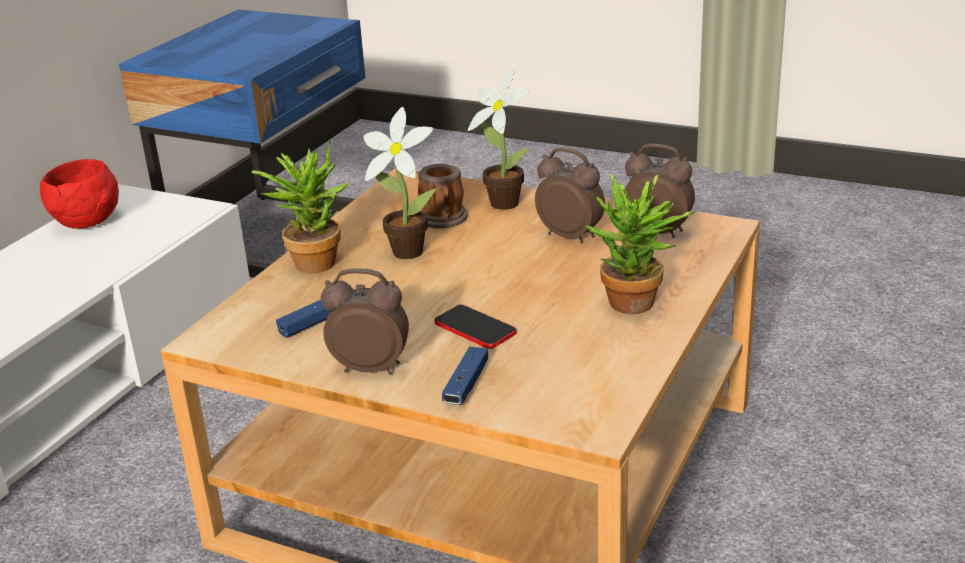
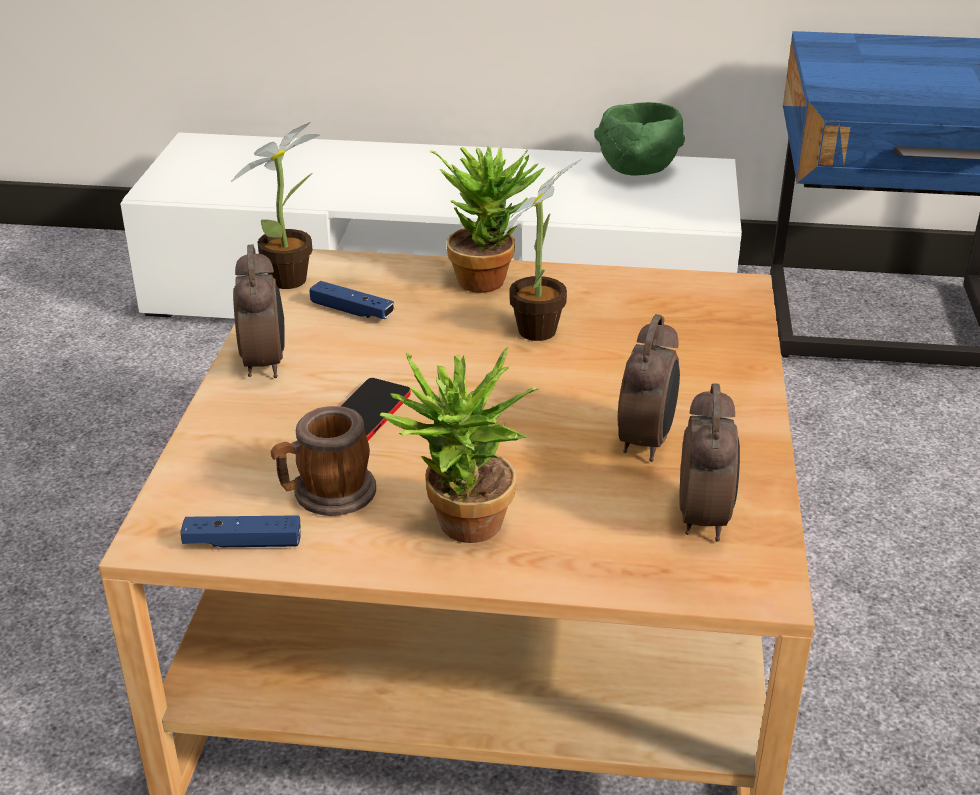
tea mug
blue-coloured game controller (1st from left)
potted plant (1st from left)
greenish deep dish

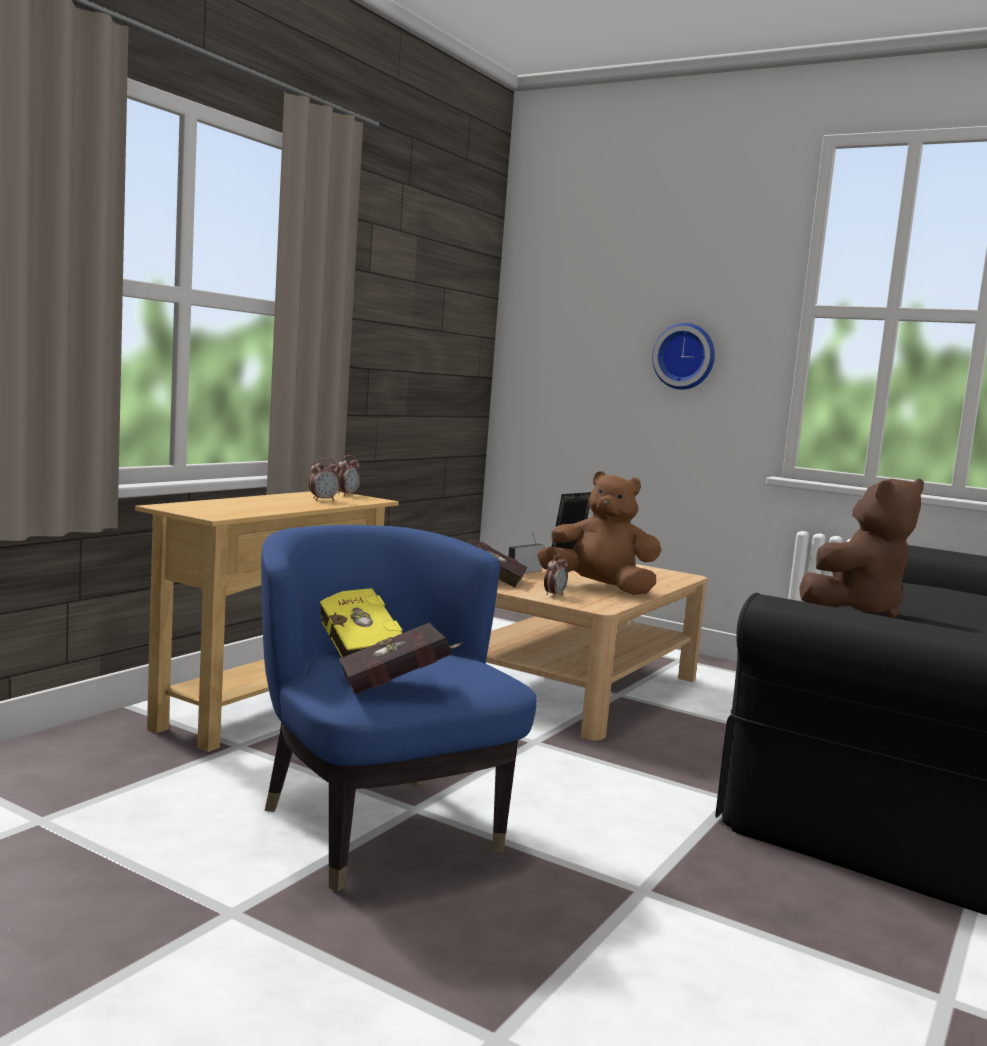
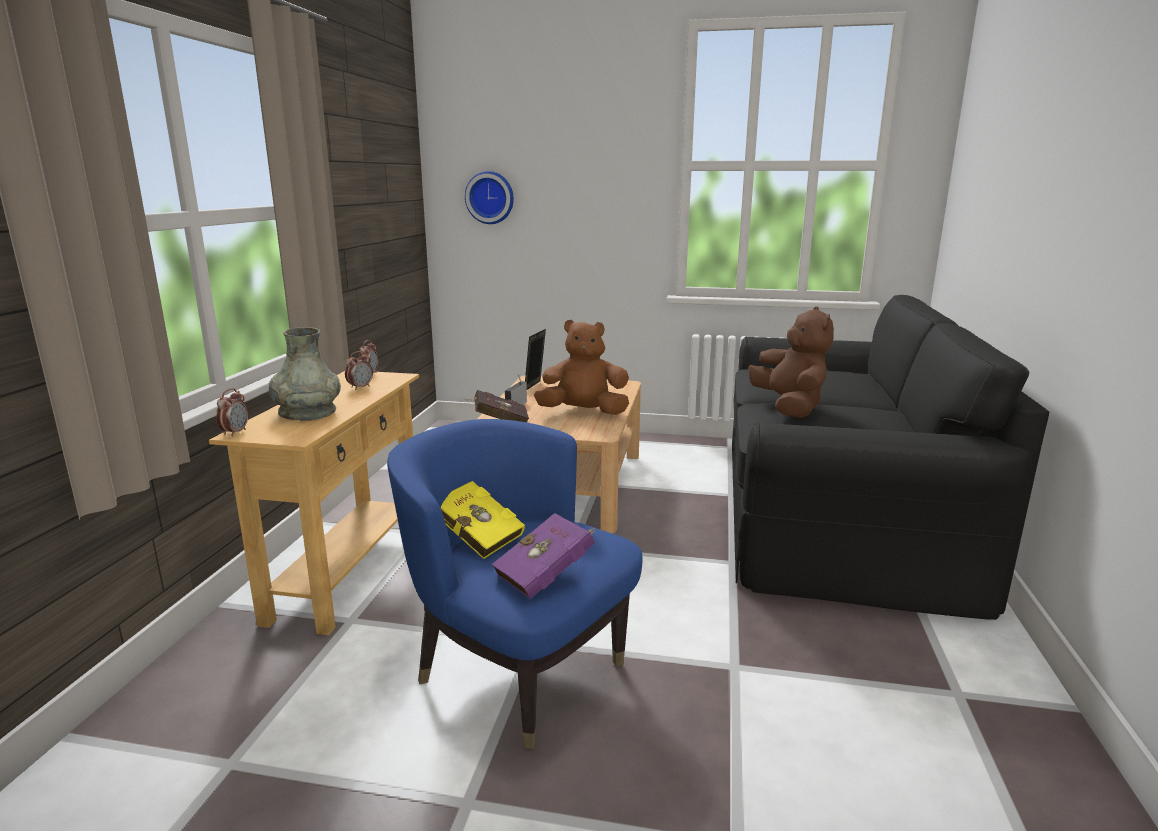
gray decorative vase
alarm clock (1st from left)
hanging clock
purple-coloured book
brown-coloured soft toy (2nd from left)

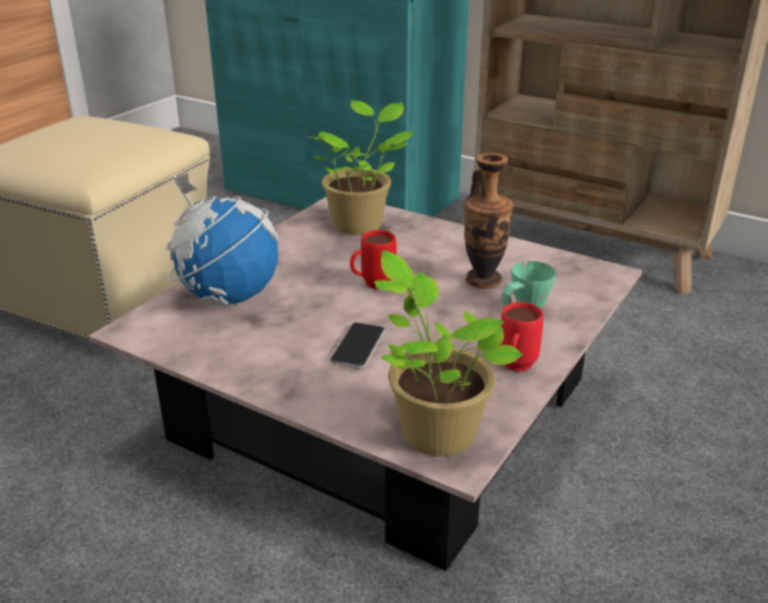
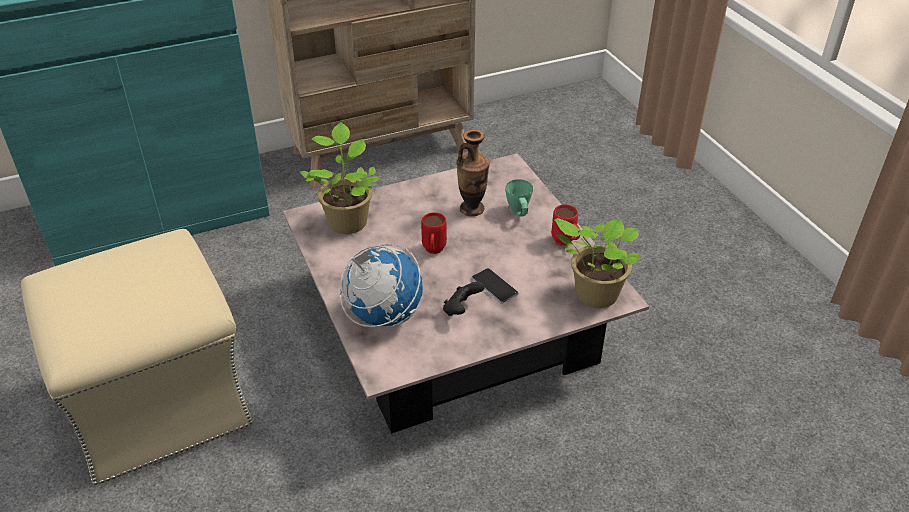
black-coloured game controller

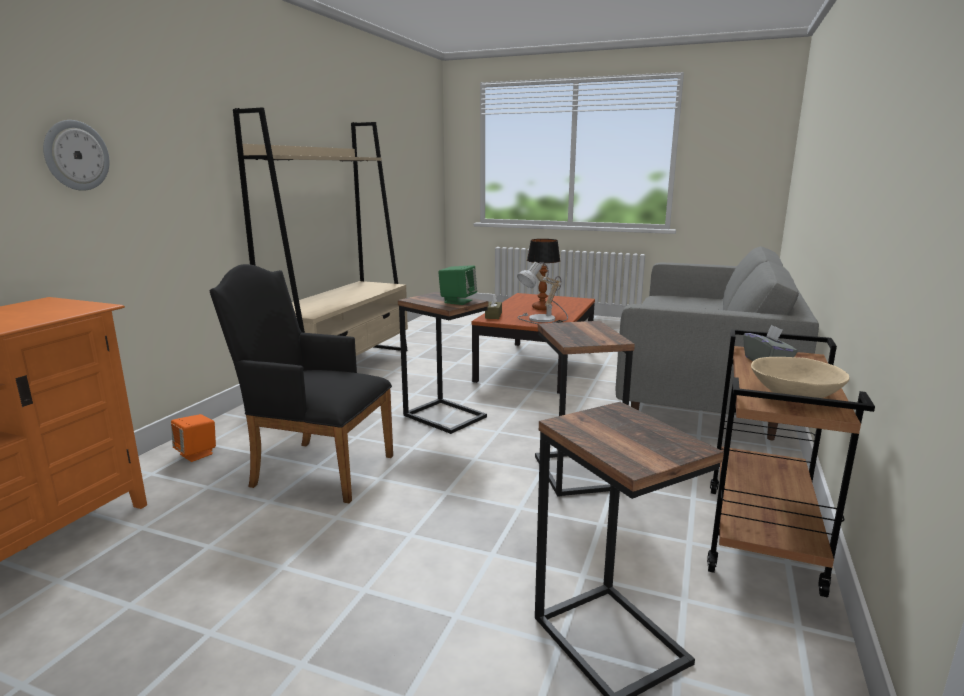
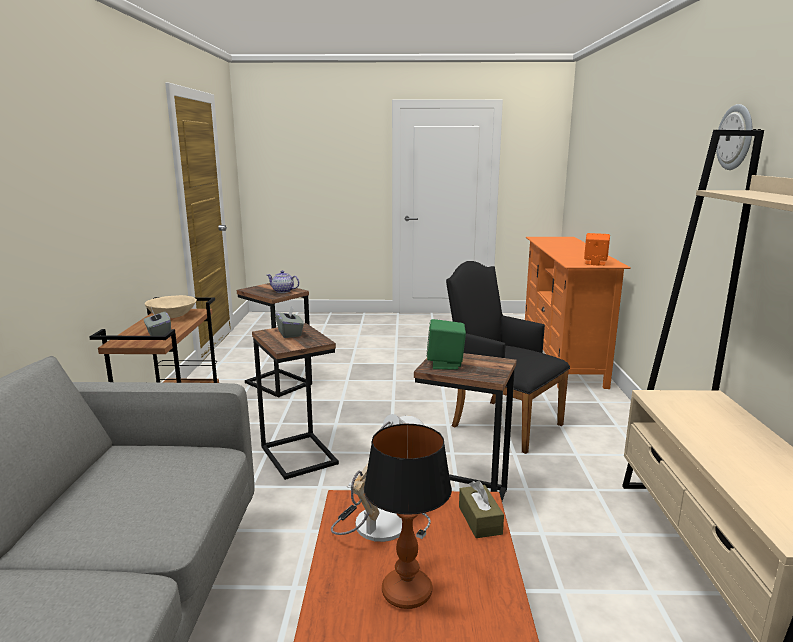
tea pot
gray tissue holder (2nd from left)
hanging clock
orange audio speaker
black-coloured easy chair

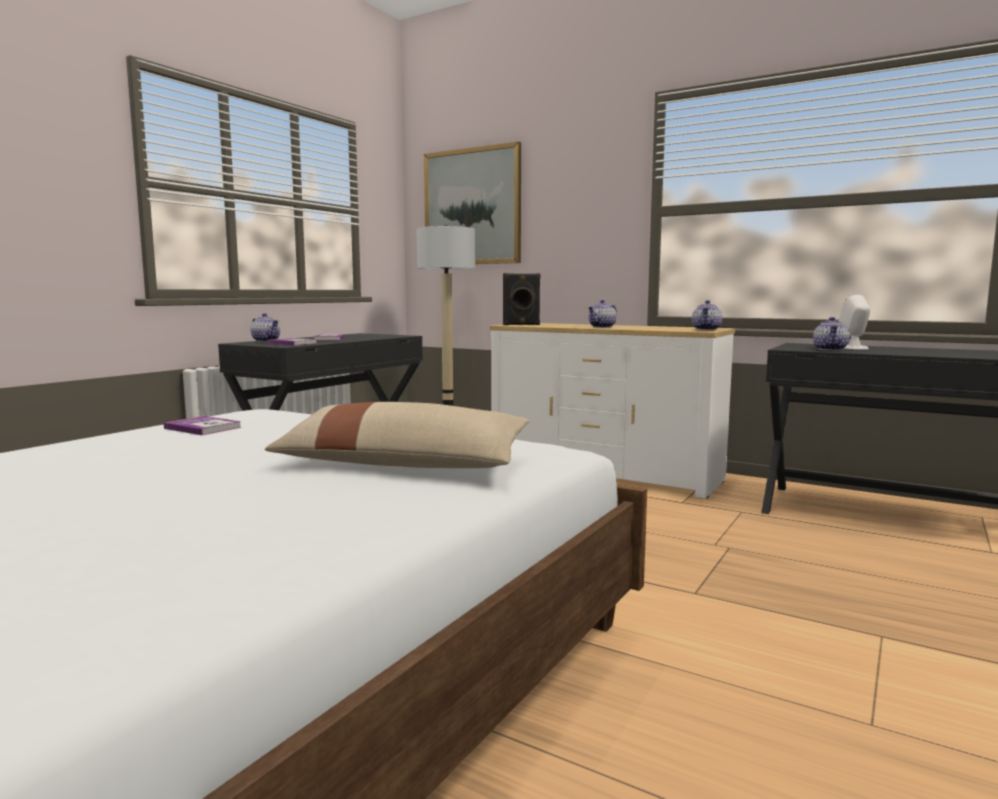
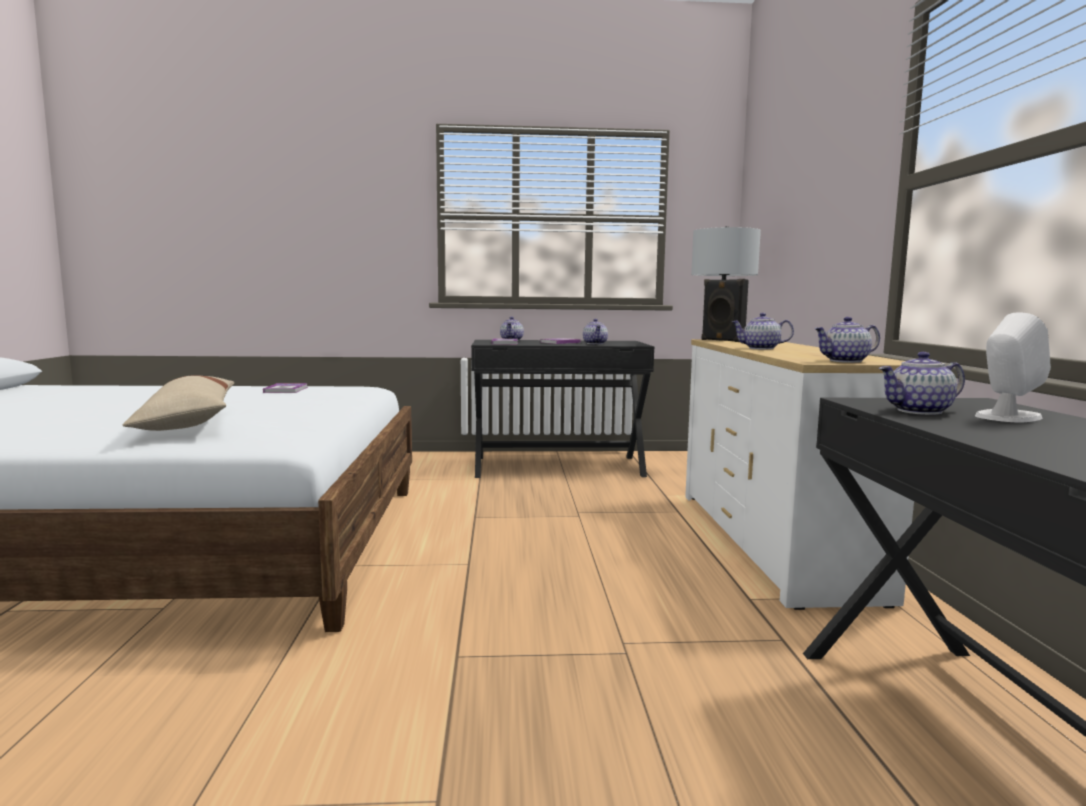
picture
tea pot (2nd from left)

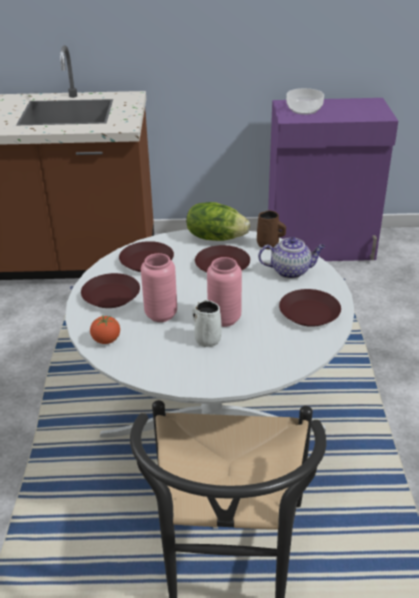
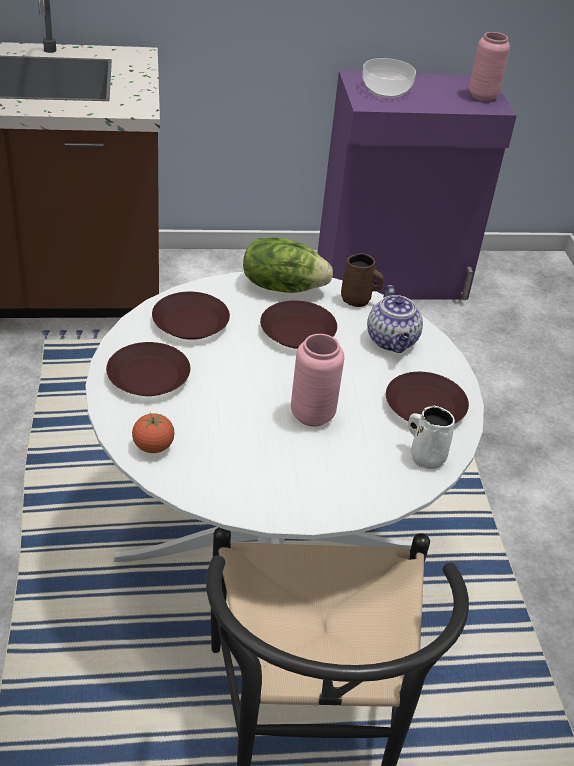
pink-coloured decorative vase (2nd from left)
white tea mug
tea pot

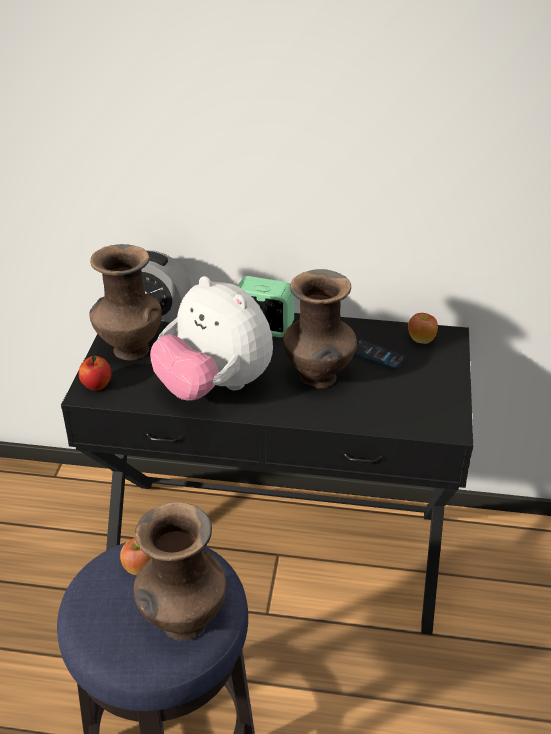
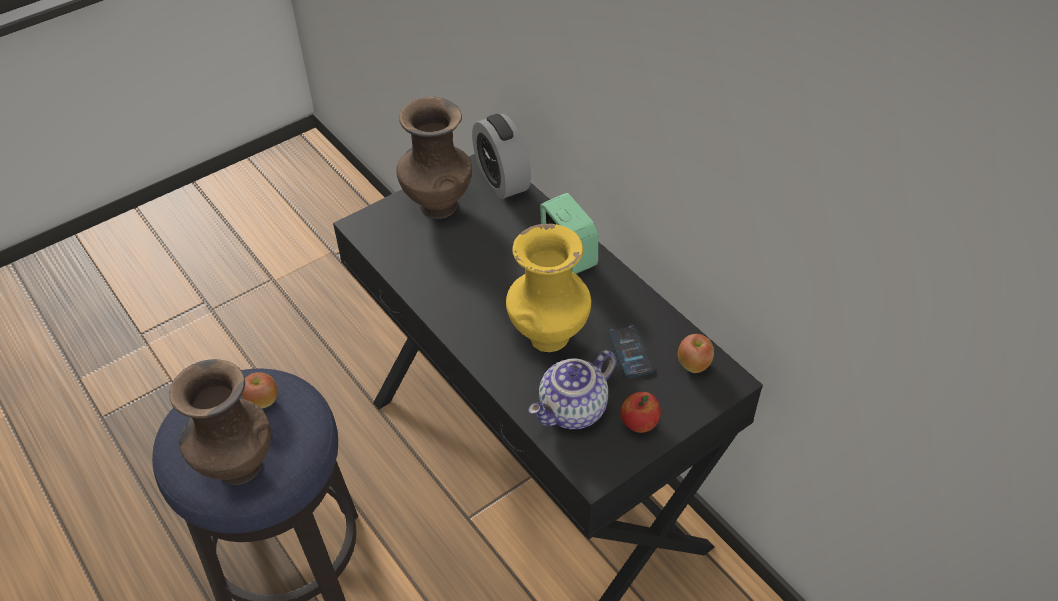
soft toy
tea pot
apple (2nd from left)
yellow decorative vase

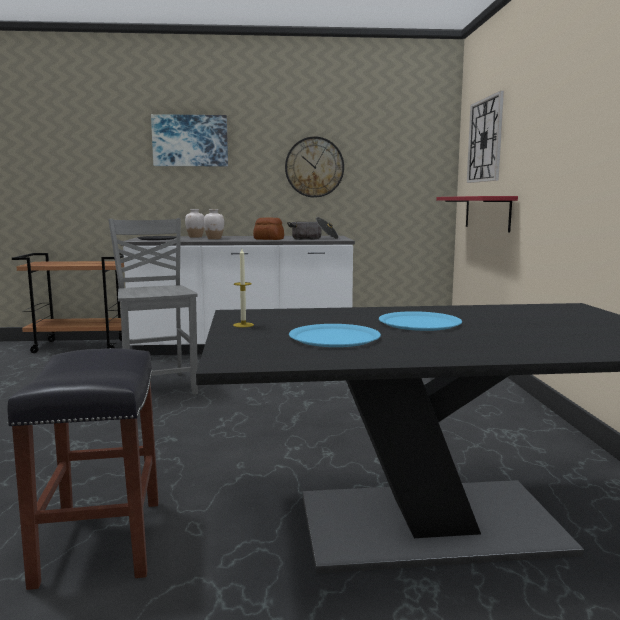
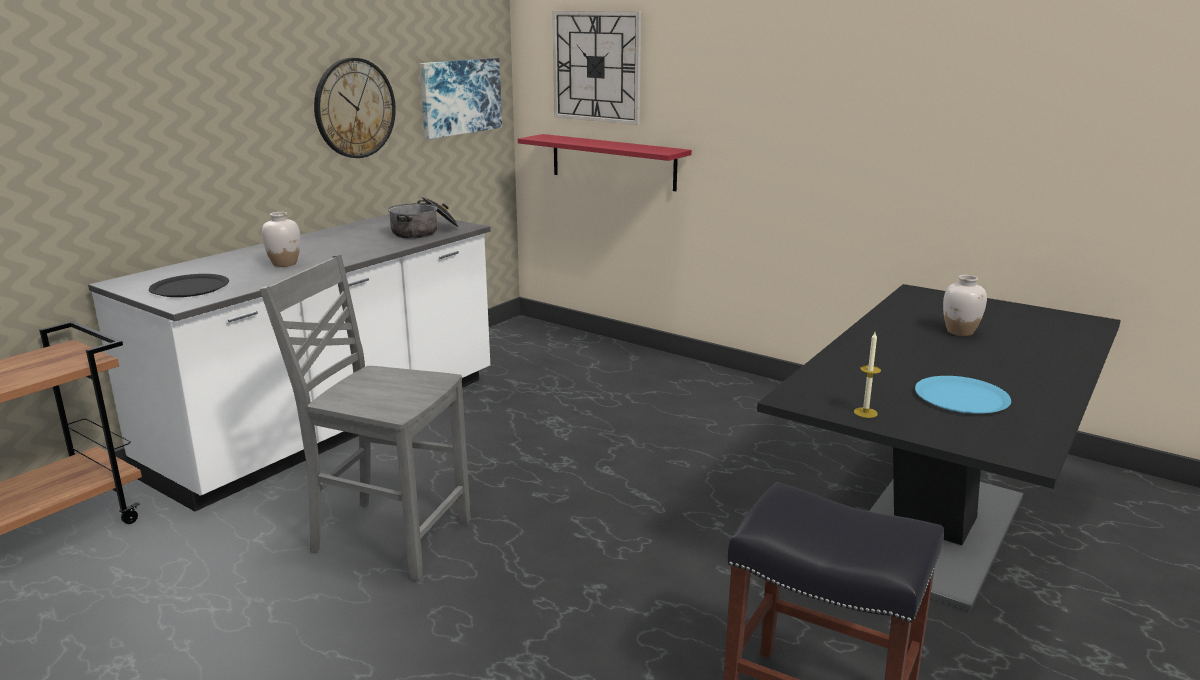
bakery bread
blue-coloured flat dish (2nd from left in the first image)
picture
white decorative vase (2nd from left)

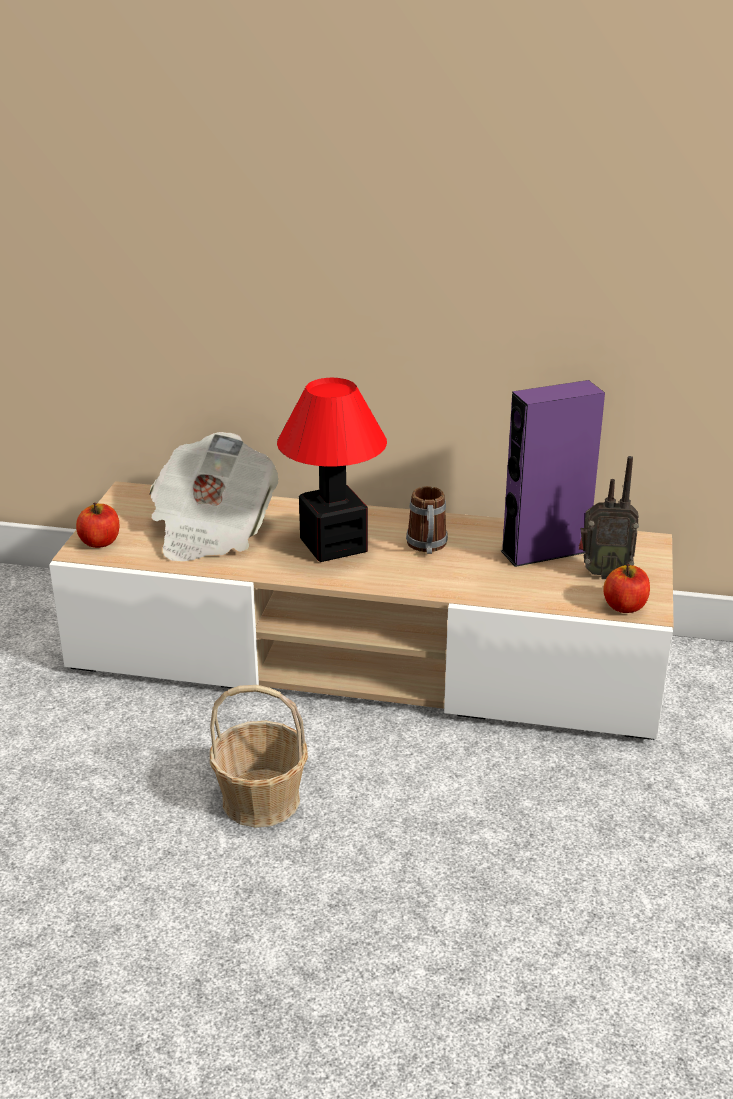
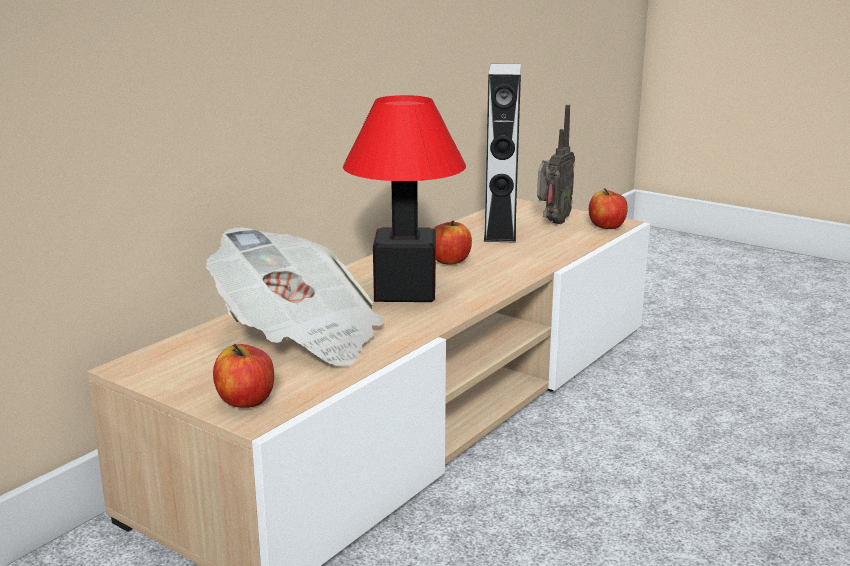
basket
apple (2nd from left)
gray audio speaker

